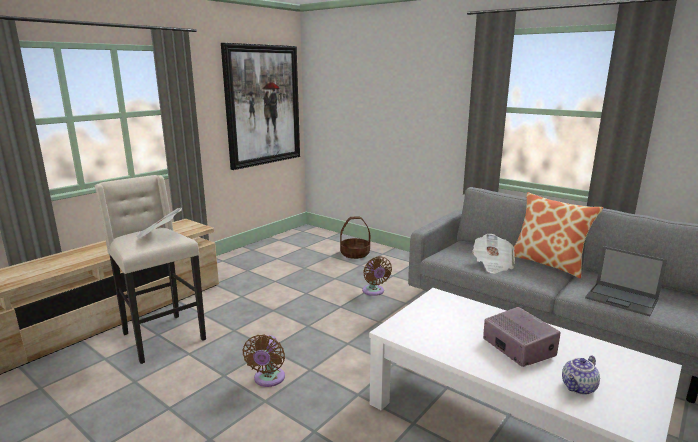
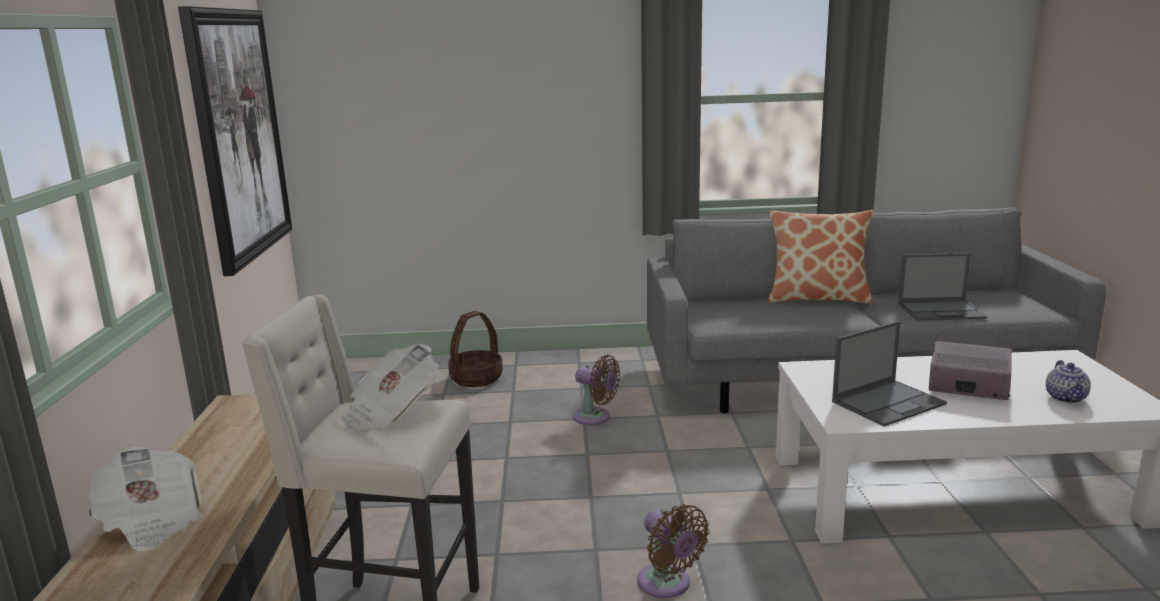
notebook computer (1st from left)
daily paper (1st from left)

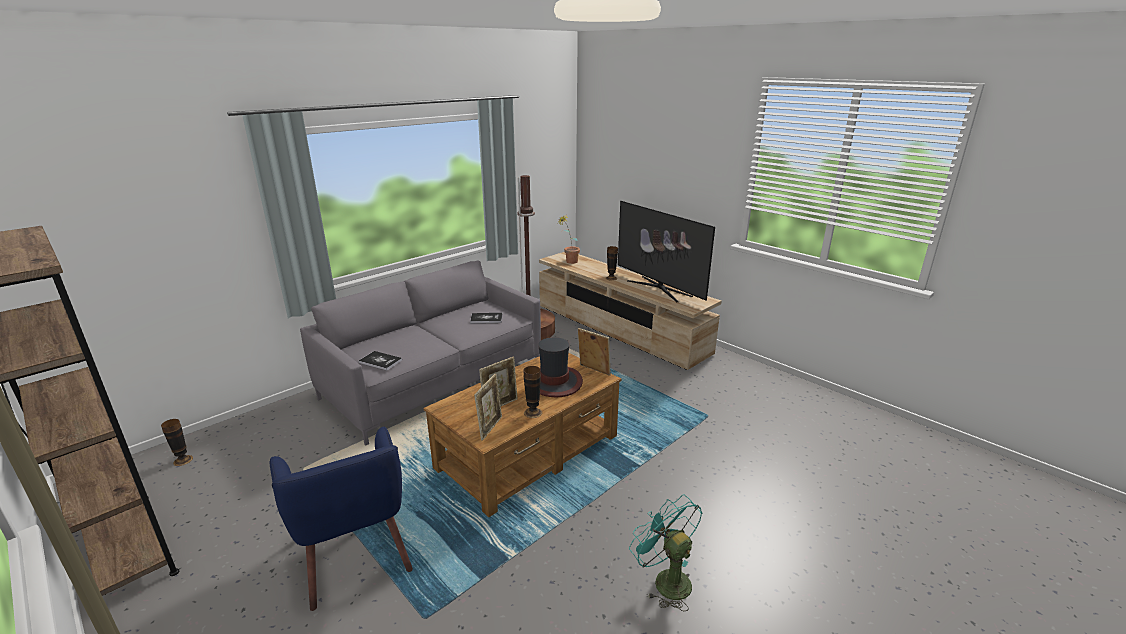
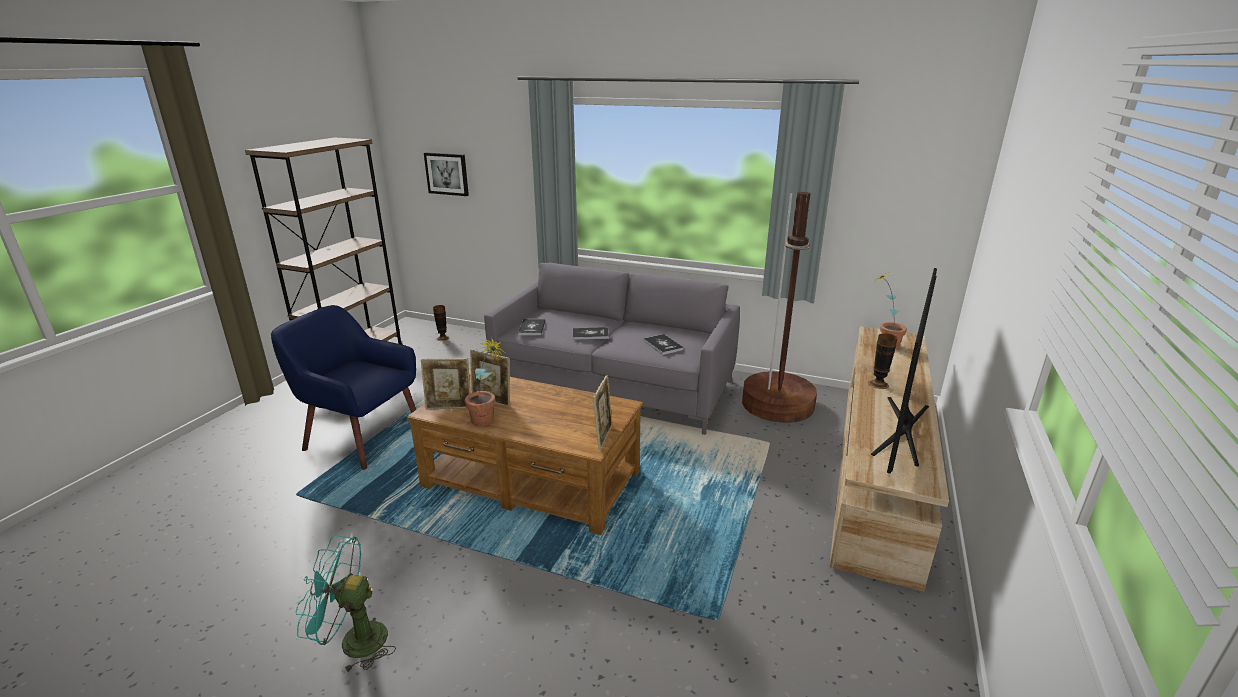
hat
picture
book (2nd from left)
potted plant (1st from left)
blue-coloured easy chair
blue-green fan

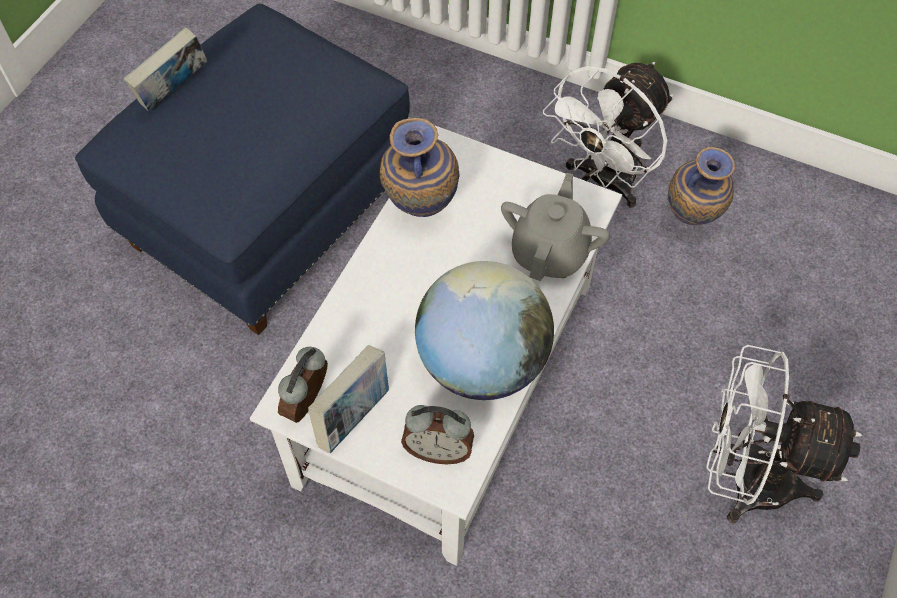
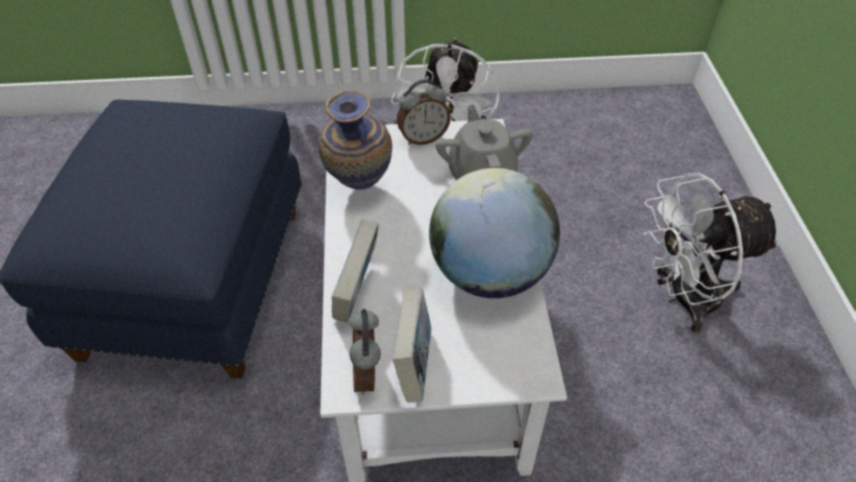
decorative vase (2nd from left in the first image)
book (1st from left)
alarm clock (2nd from left)

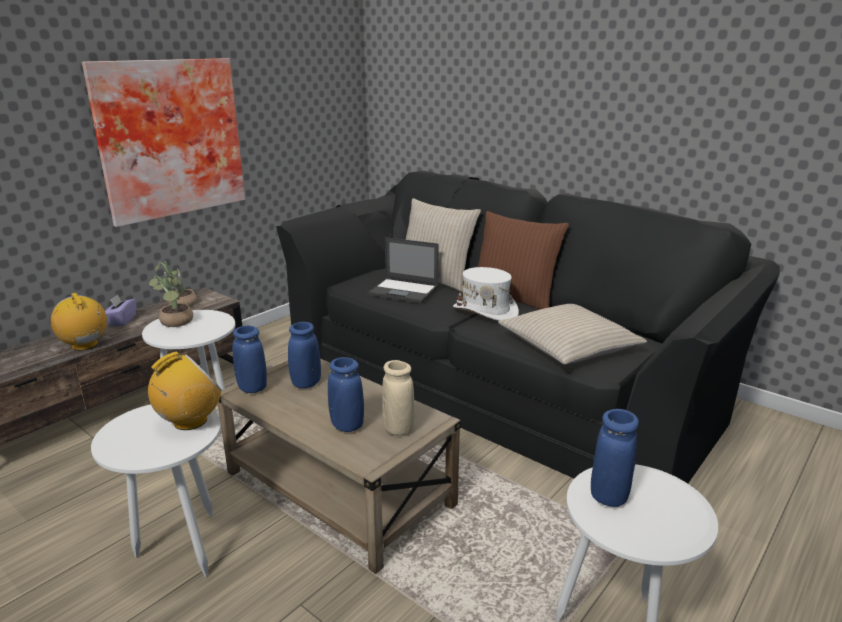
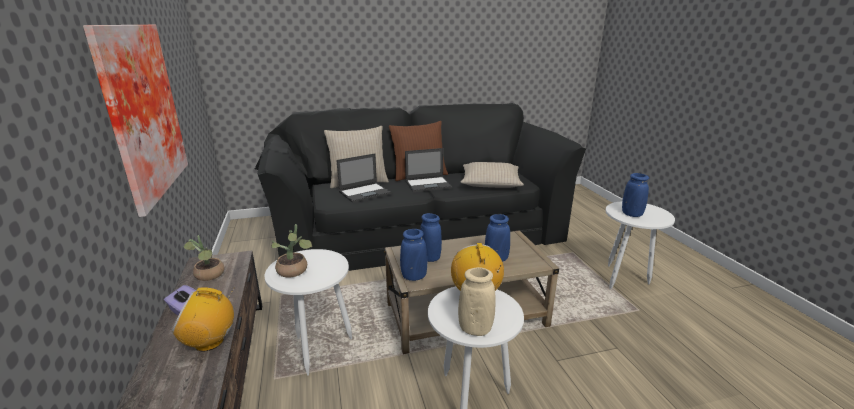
beige decorative vase
notebook computer (2nd from left)

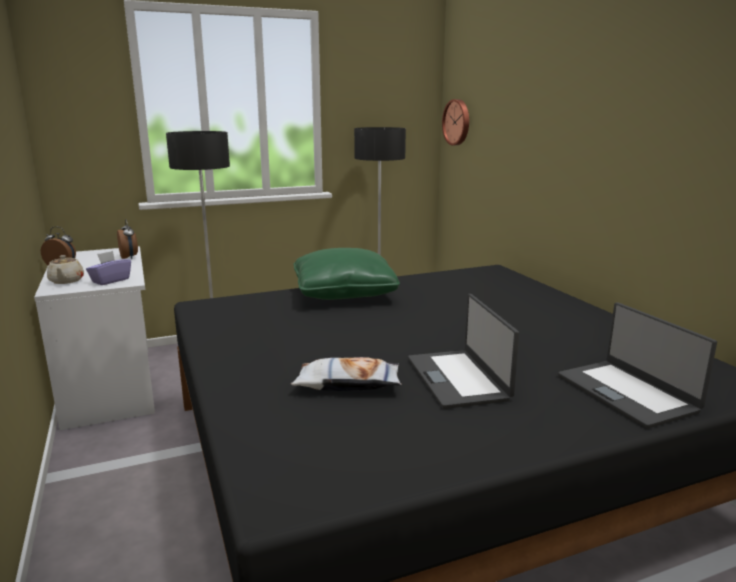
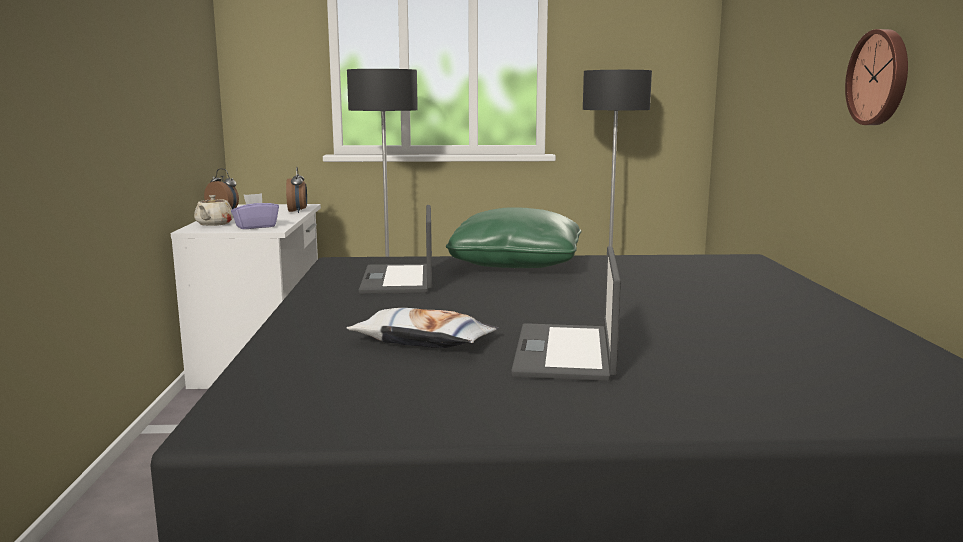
hanging clock
notebook computer (1st from left)

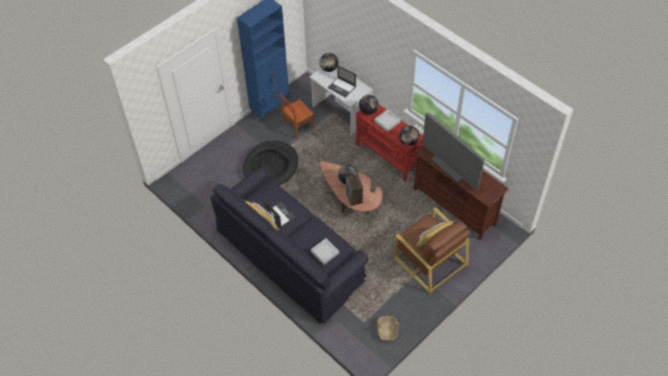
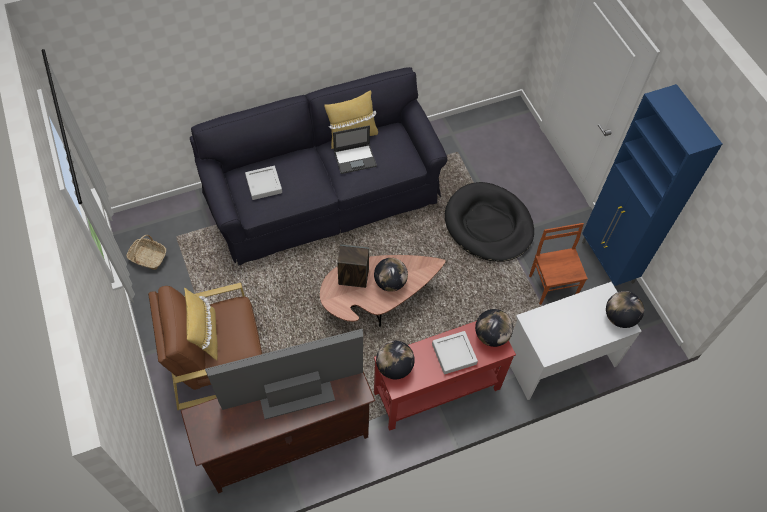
notebook computer (2nd from left in the first image)

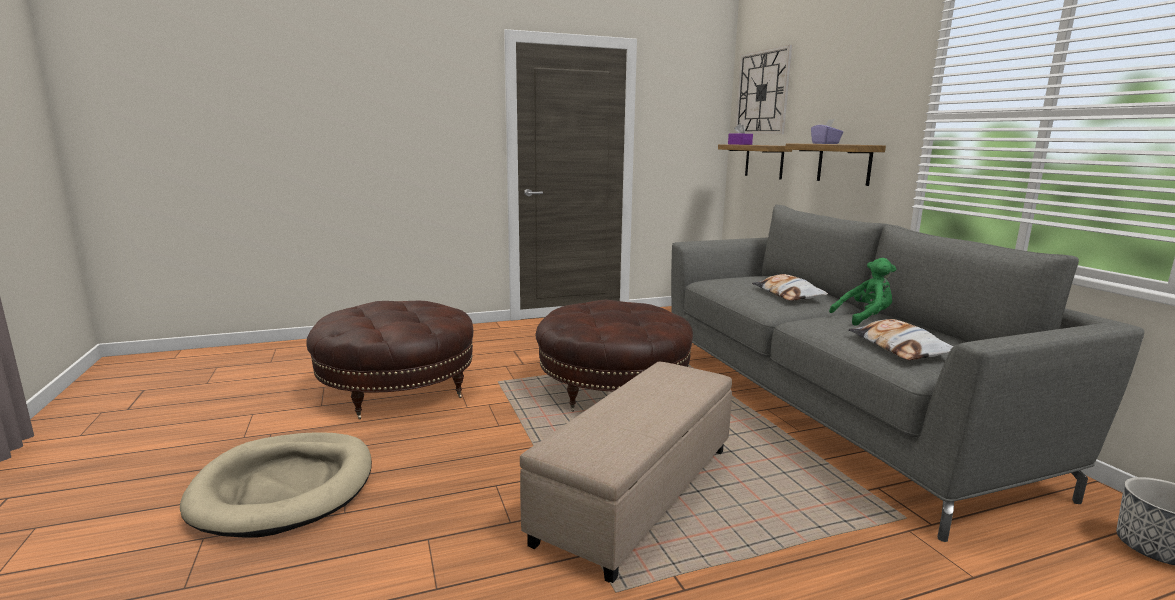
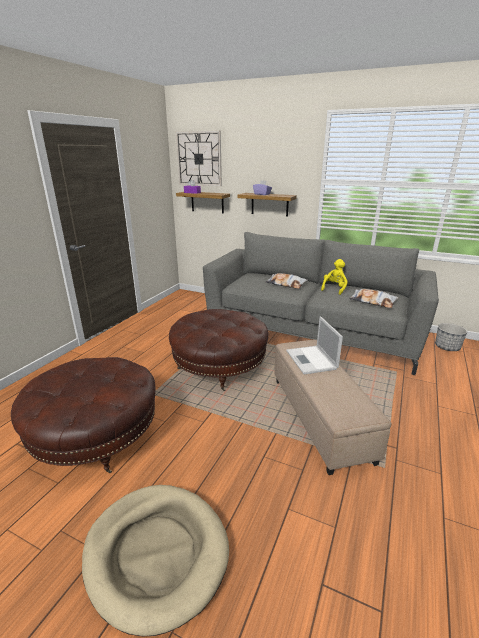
notebook computer
yellow soft toy

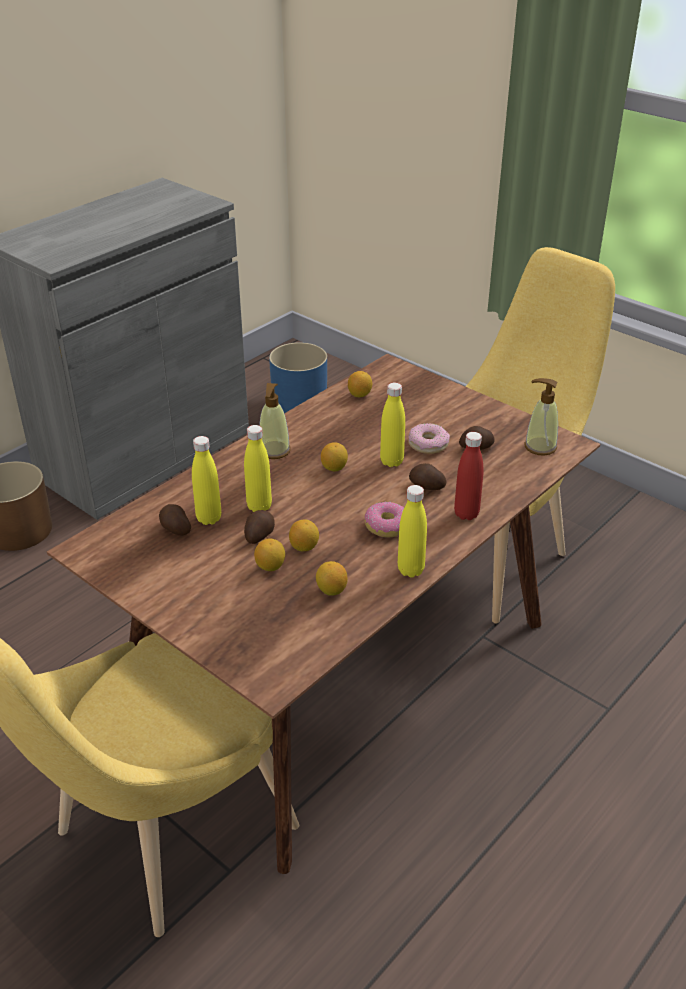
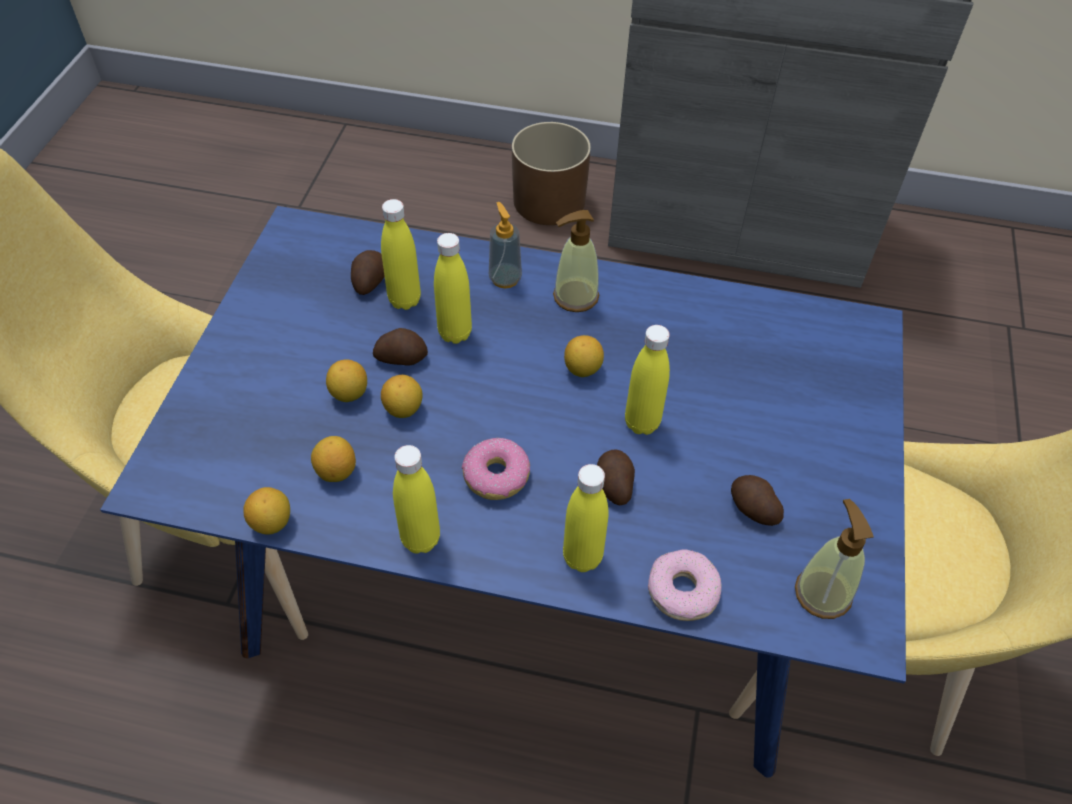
blue-coloured planter
liquid soap bottle (1st from left)
lemon (1st from left)
doughnut (2nd from left)
blue-coloured dinner table
yellow drink bottle (4th from left)

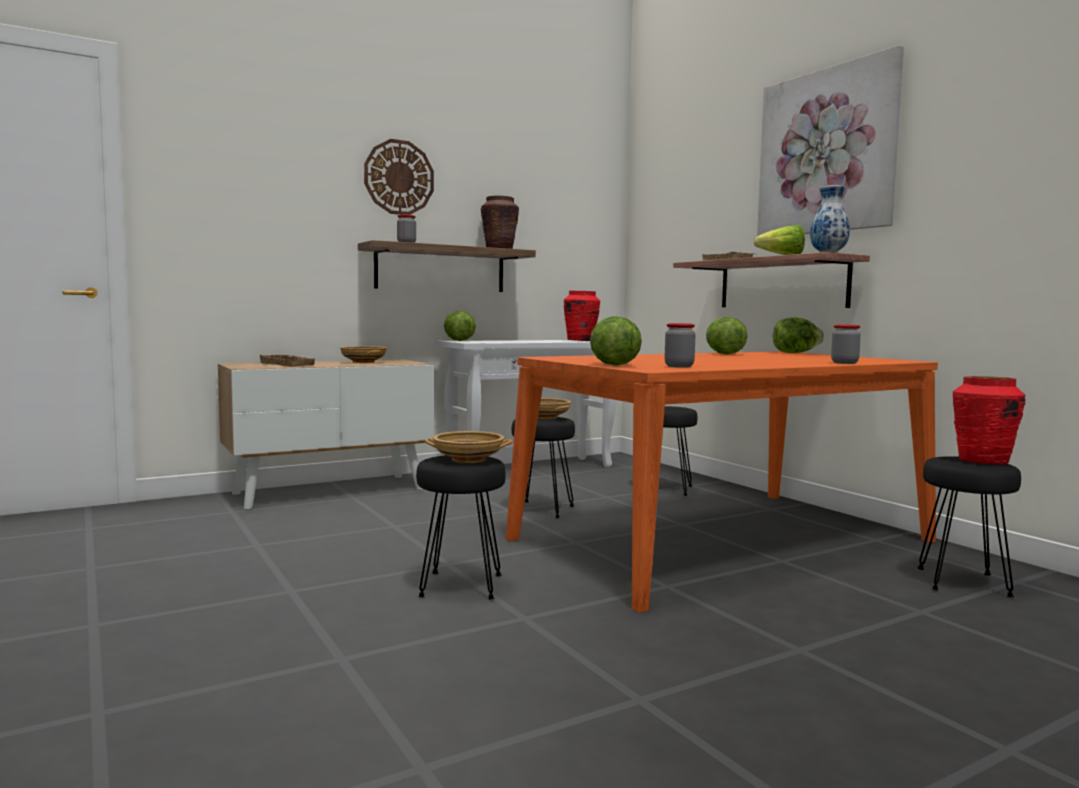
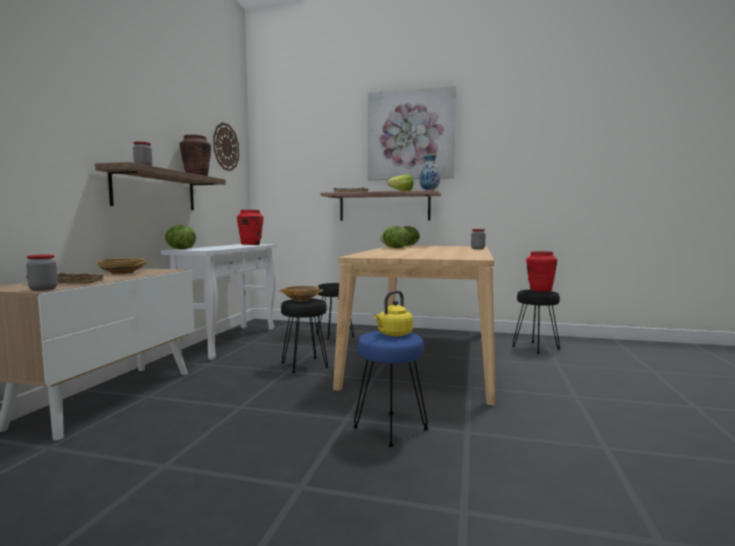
lettuce (2nd from left in the first image)
hanging clock
storage jar (1st from left)
yellow water kettle
blue-coloured sitting stool
beige dinner table

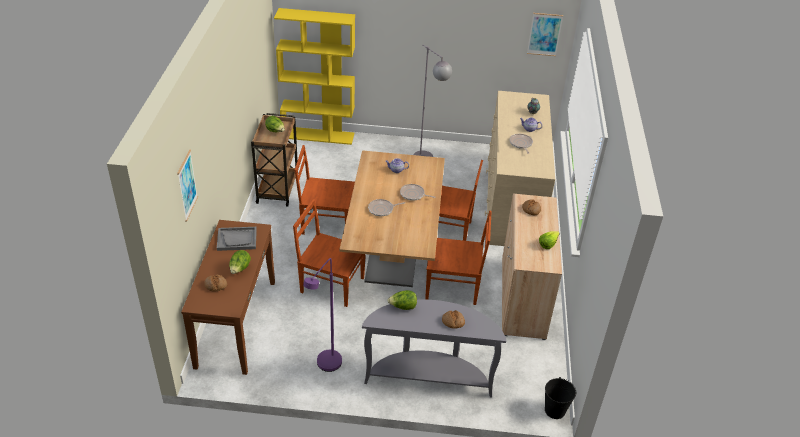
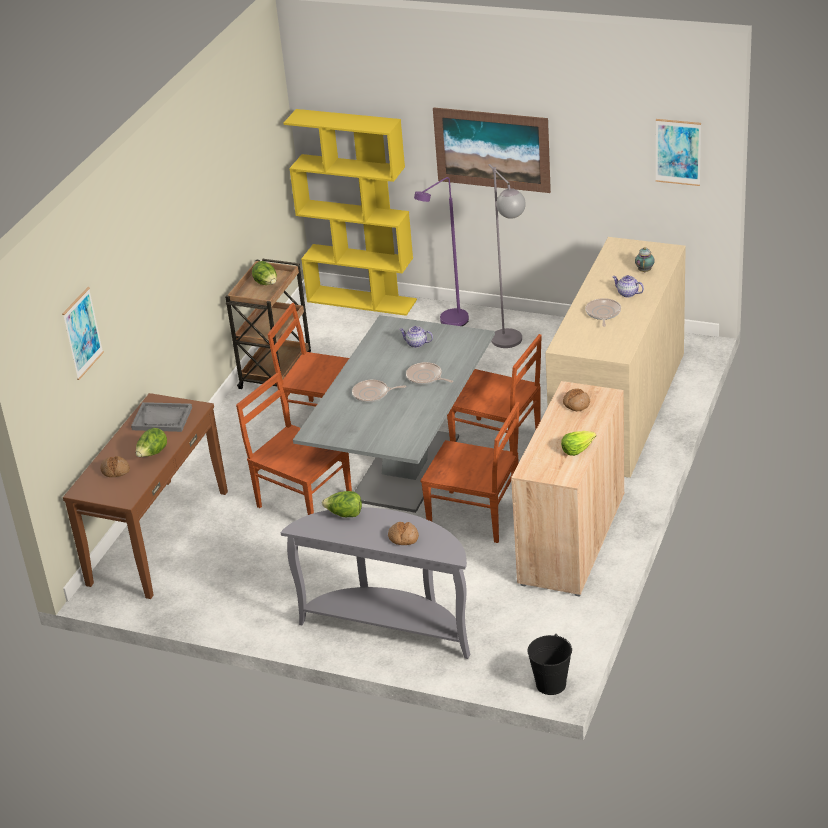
picture (2nd from left)
purple-coloured standing lamp
gray dinner table

